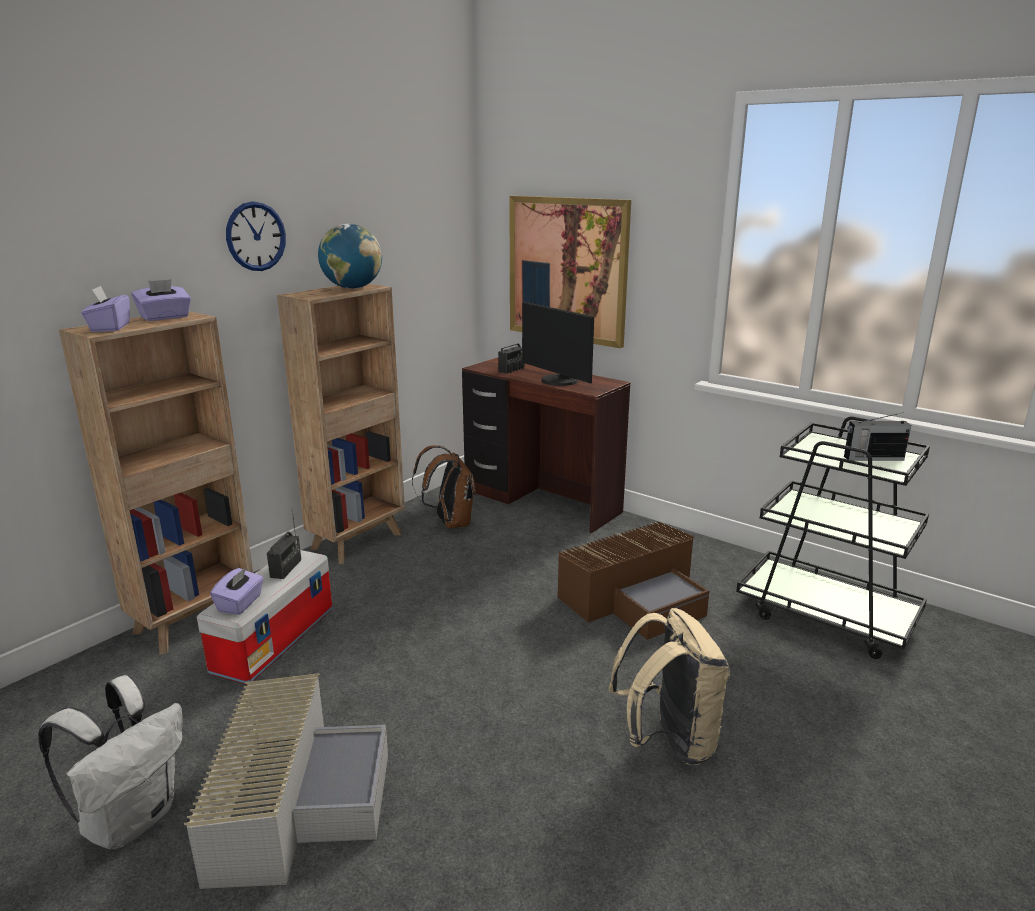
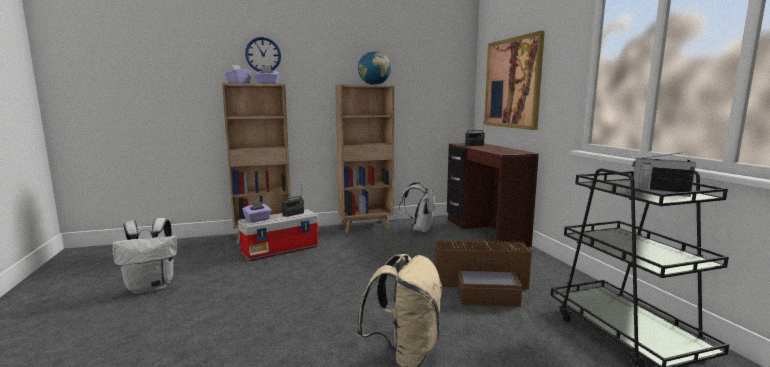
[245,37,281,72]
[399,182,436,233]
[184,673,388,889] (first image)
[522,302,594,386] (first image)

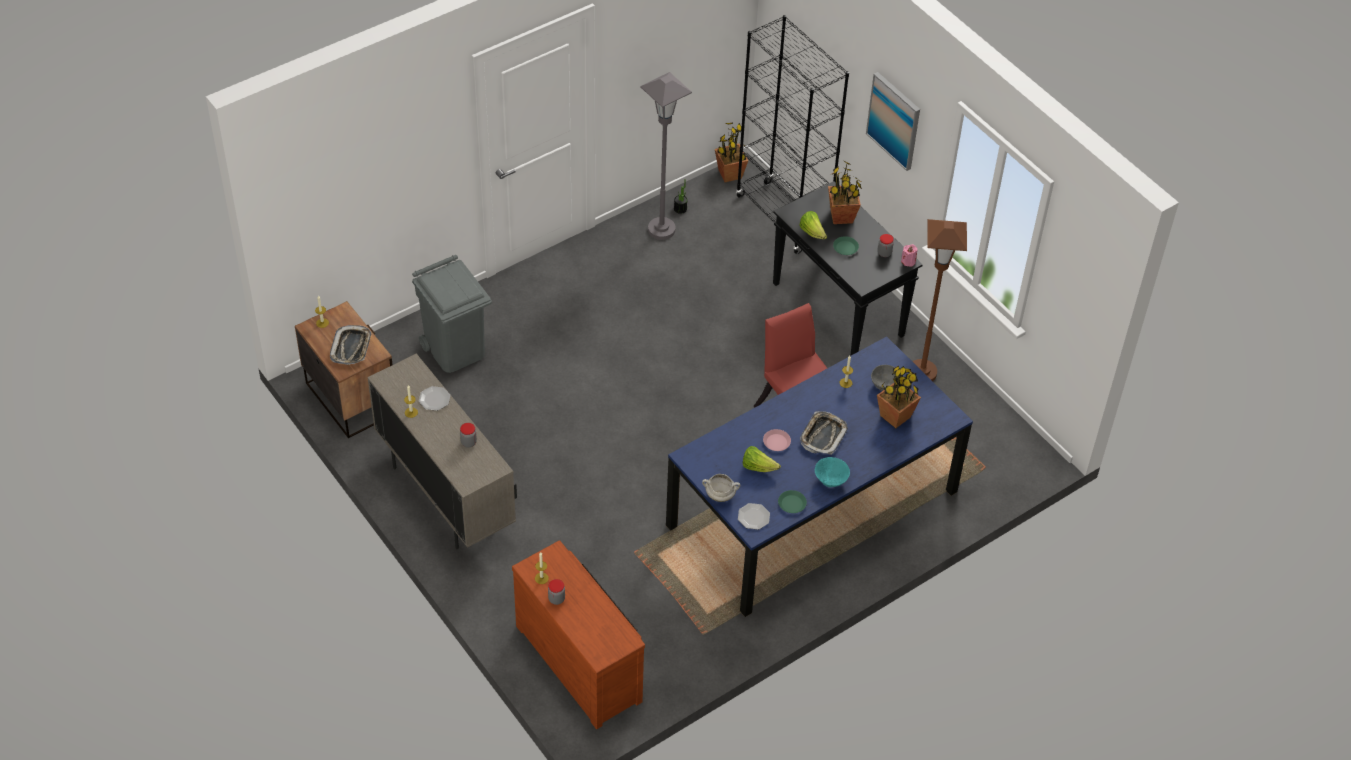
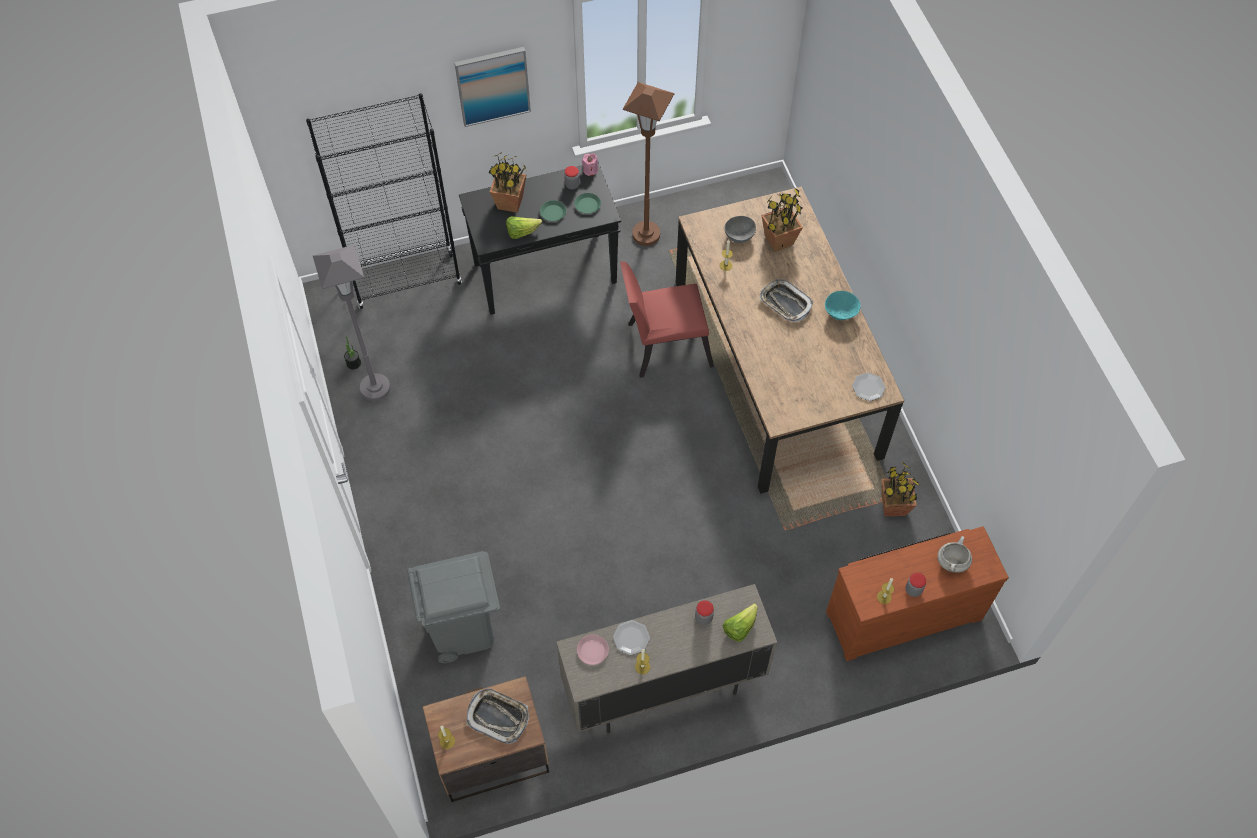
[575,193,601,214]
[577,635,609,665]
[676,187,905,494]
[723,603,758,642]
[882,462,920,516]
[938,536,972,573]

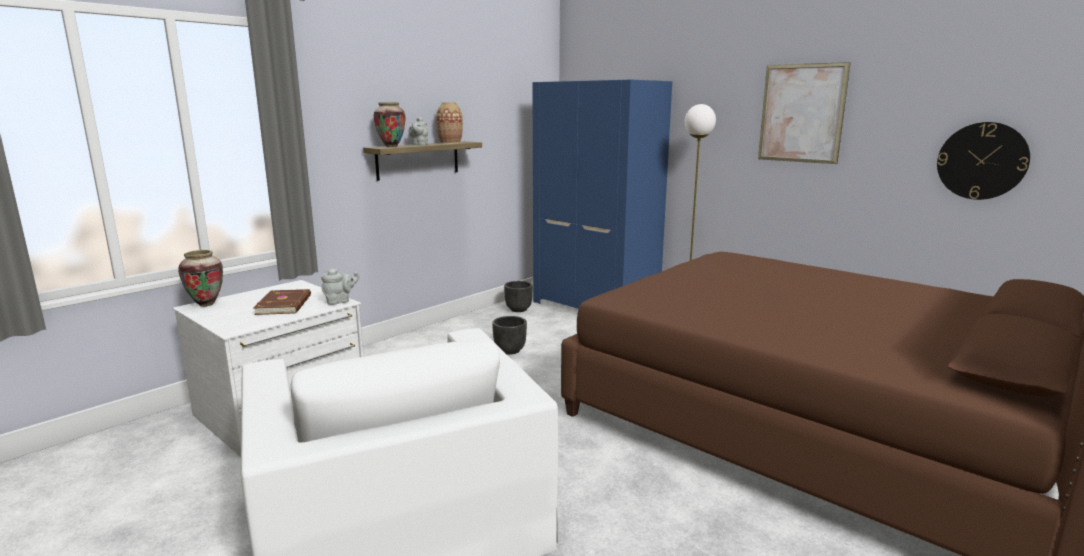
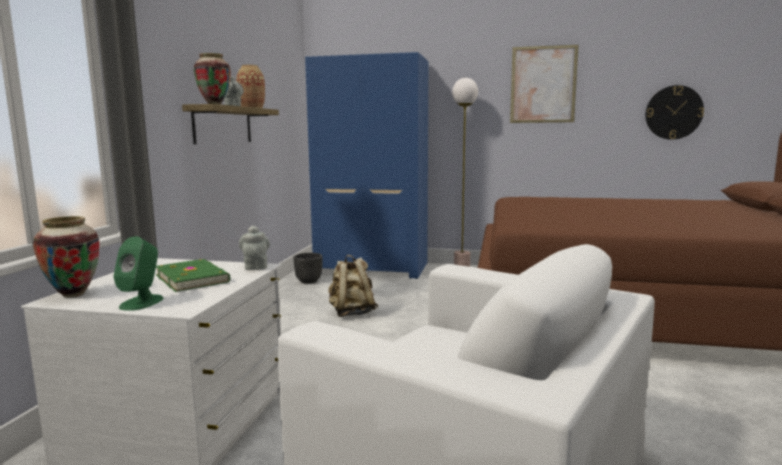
[113,237,163,311]
[156,259,230,292]
[239,226,270,270]
[328,255,378,317]

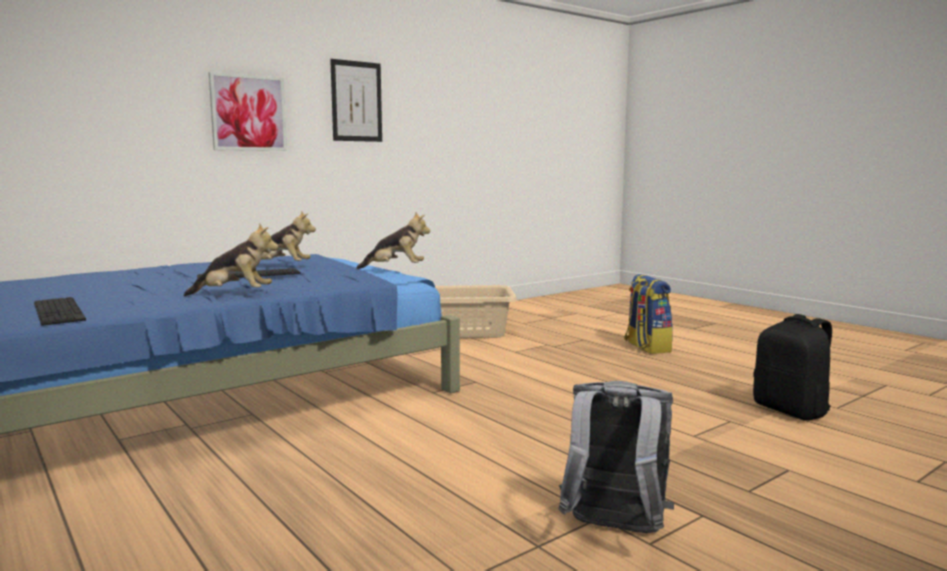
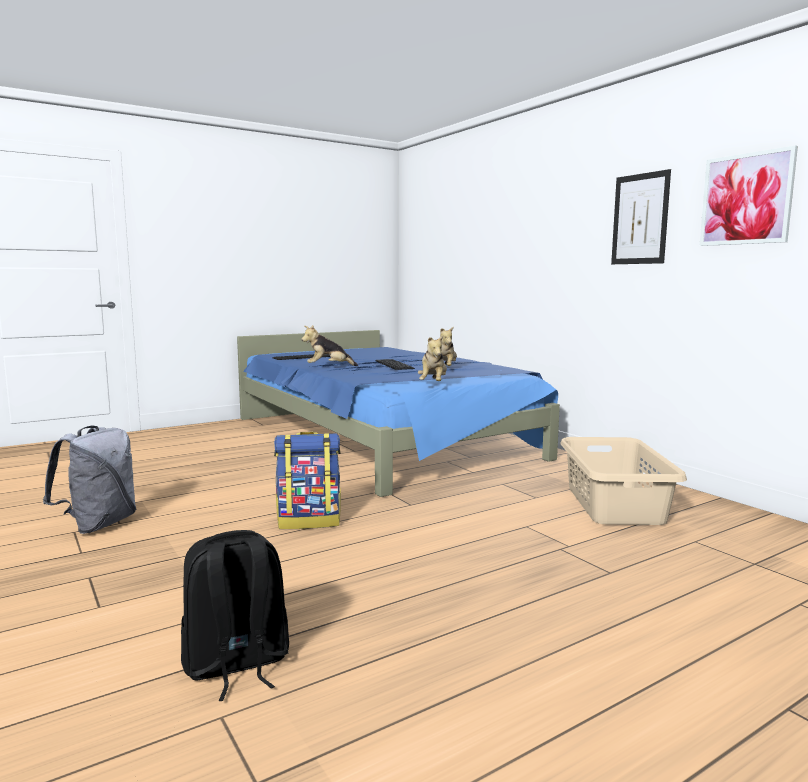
[274,432,341,529]
[302,325,358,366]
[700,145,798,246]

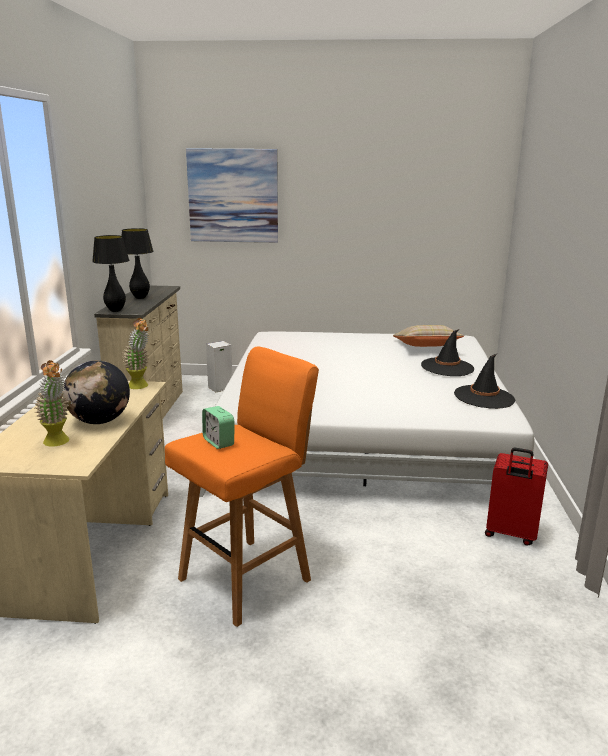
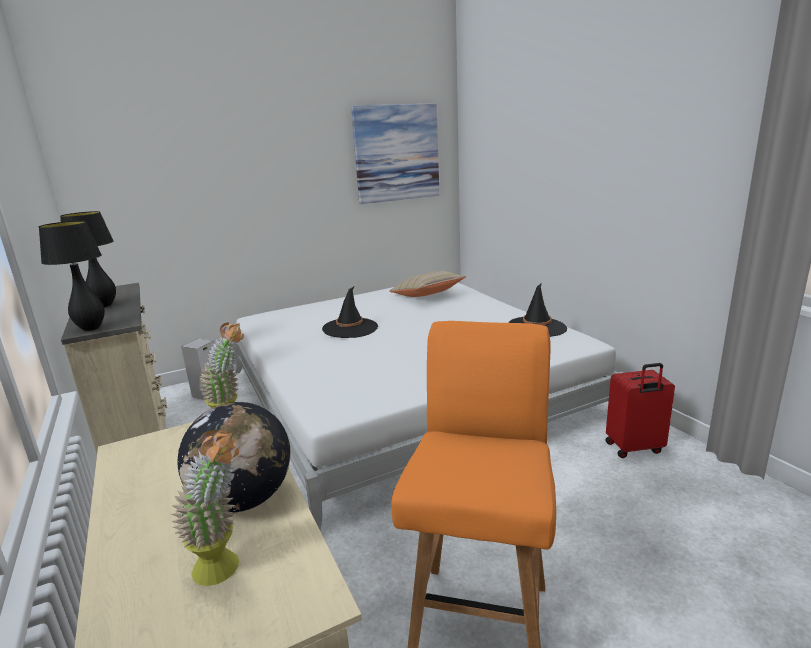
[322,286,378,338]
[351,103,439,204]
[202,406,234,449] (first image)

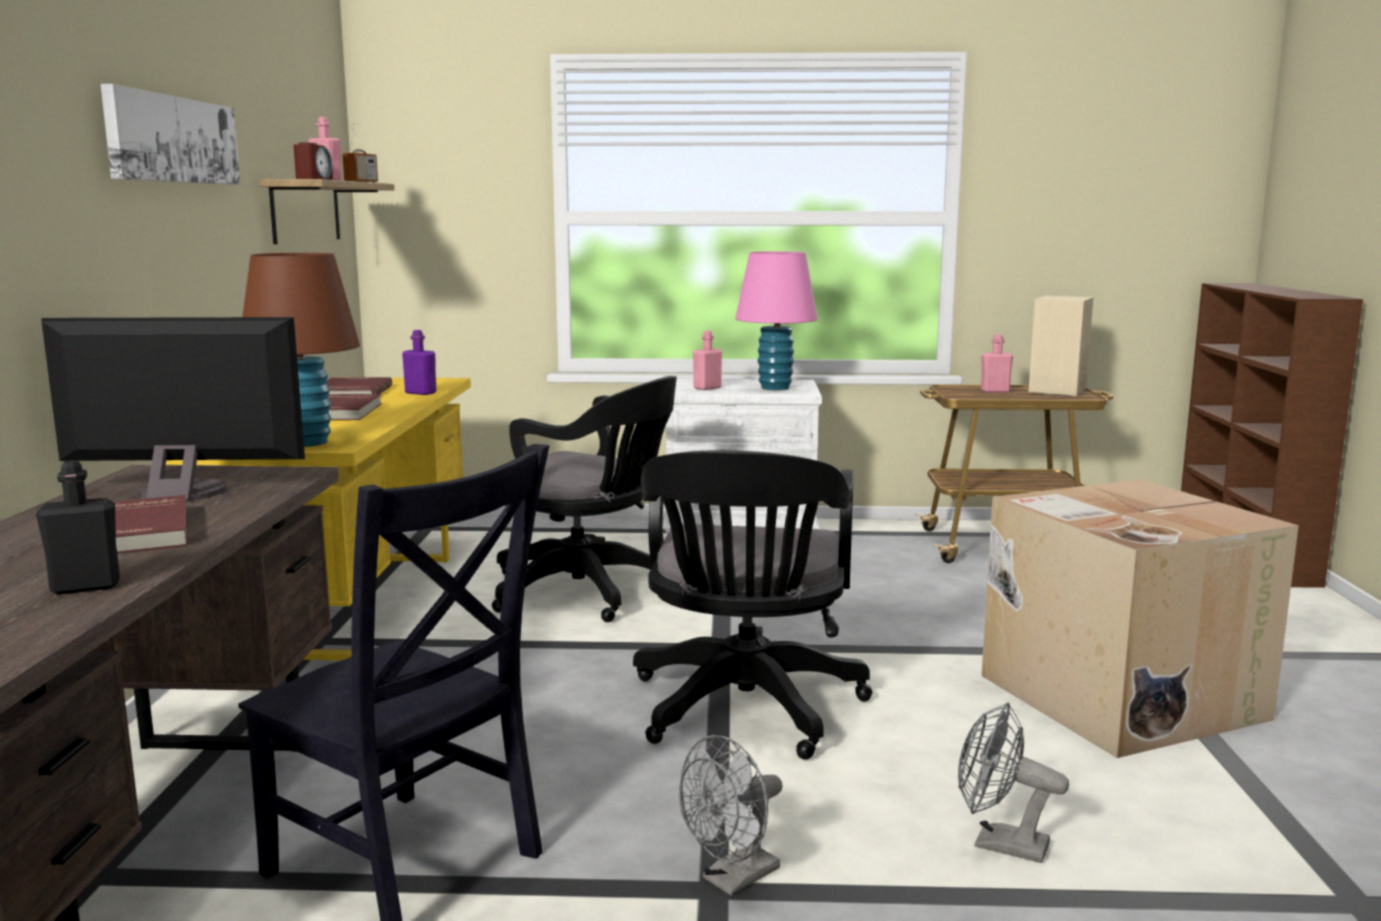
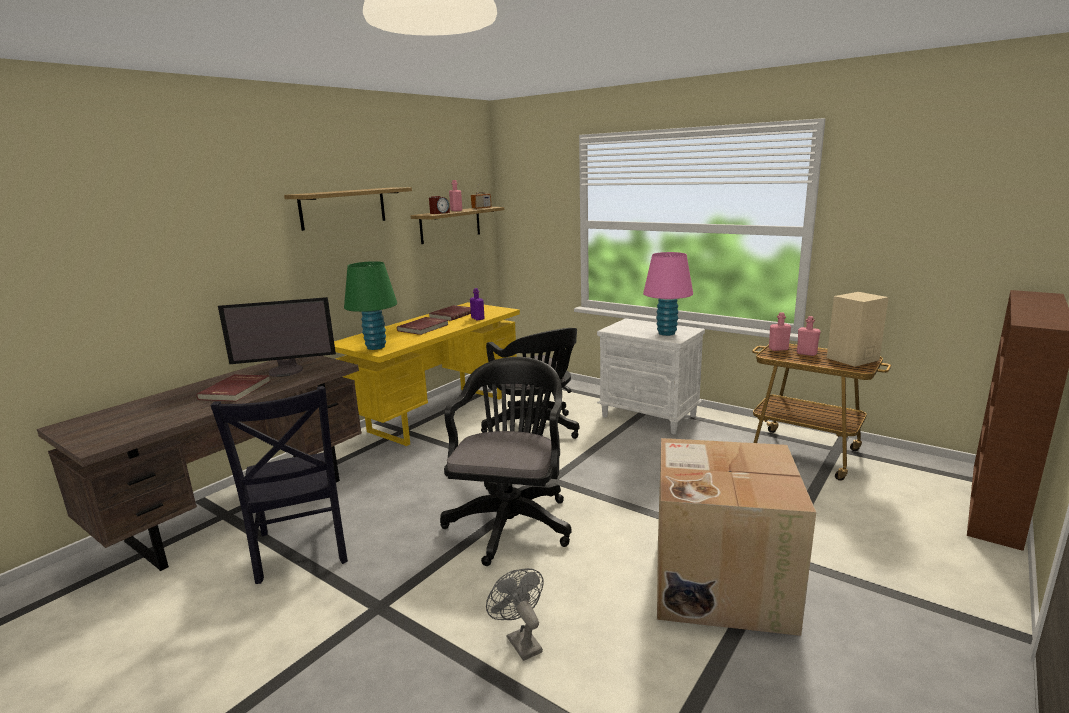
[218,297,336,377]
[284,187,412,231]
[344,261,397,350]
[440,357,572,566]
[769,312,791,351]
[36,460,120,595] (first image)
[679,735,783,895] (first image)

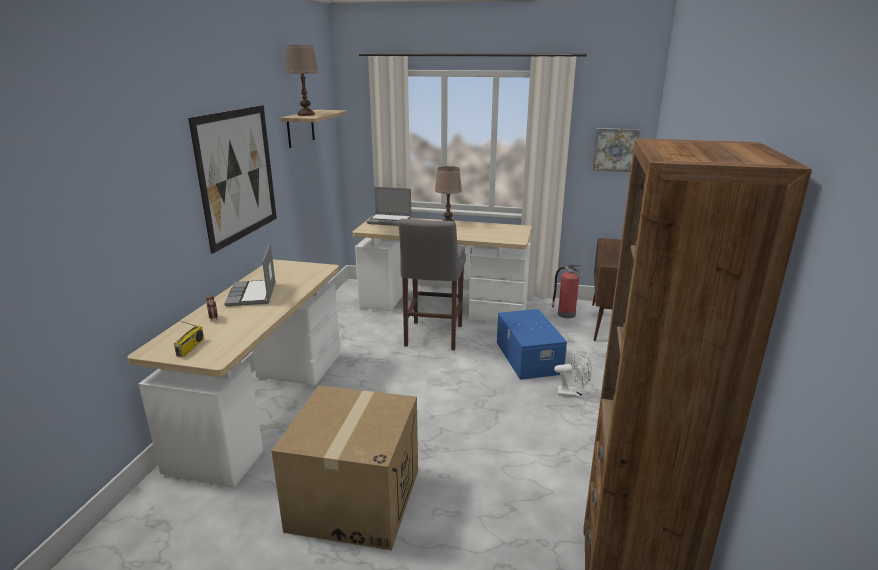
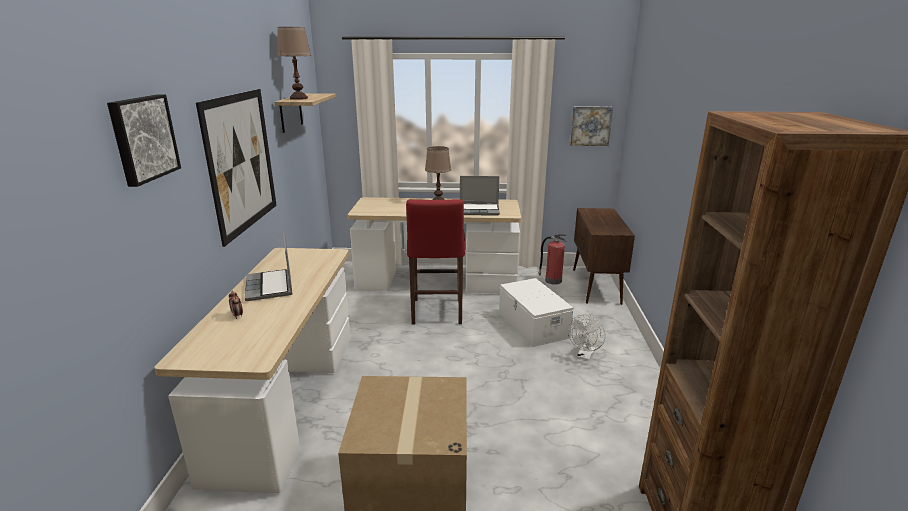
[107,94,181,187]
[406,199,465,325]
[460,176,500,216]
[499,278,573,347]
[568,314,606,361]
[174,319,204,357] (first image)

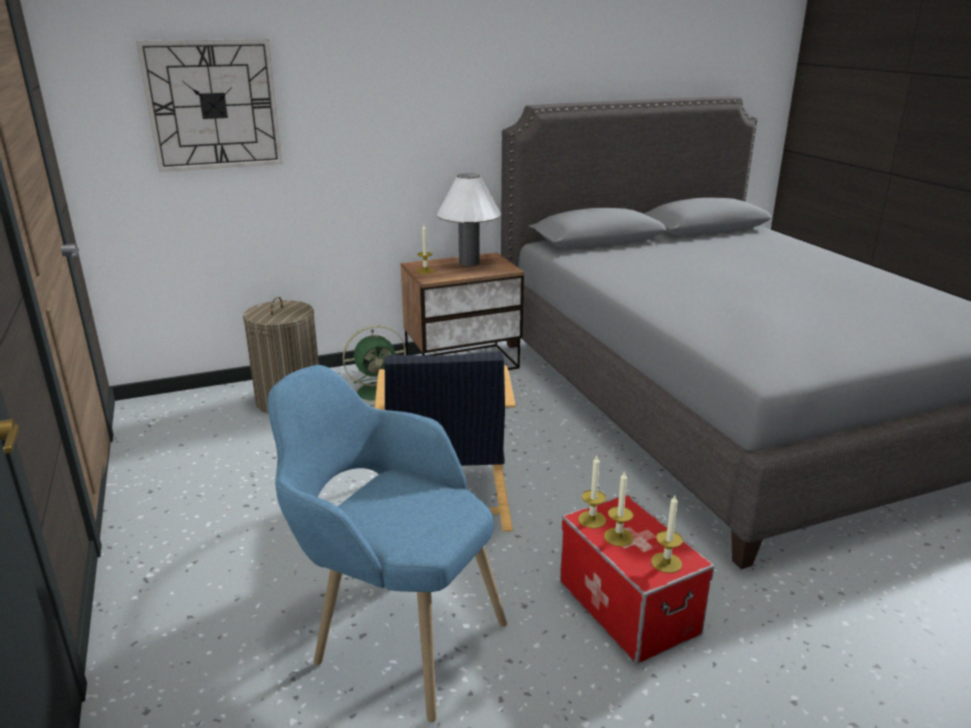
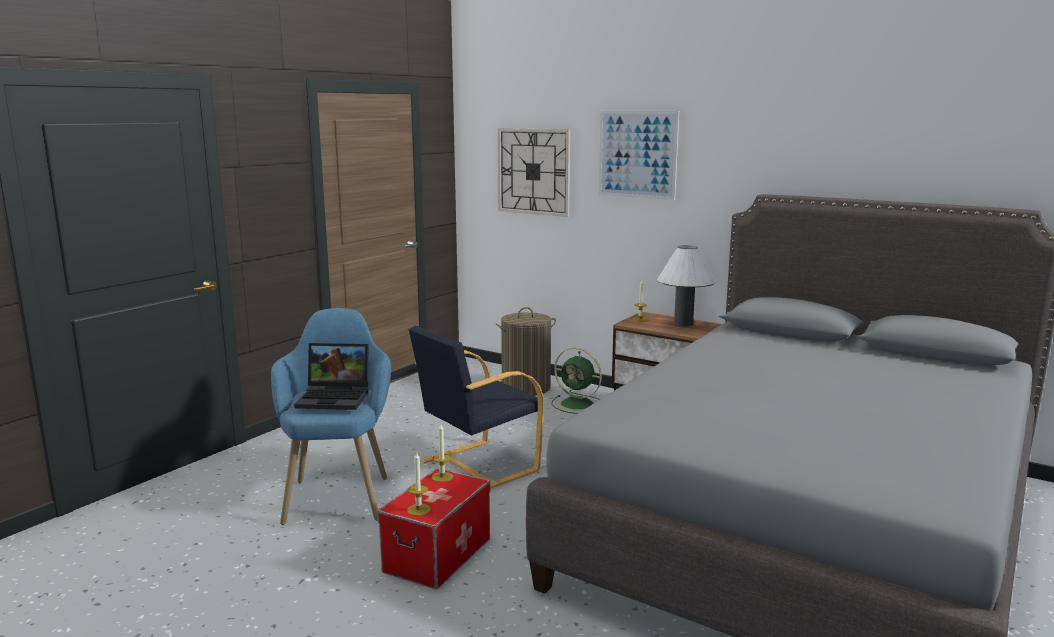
[294,343,369,410]
[599,111,679,200]
[604,470,633,546] (first image)

